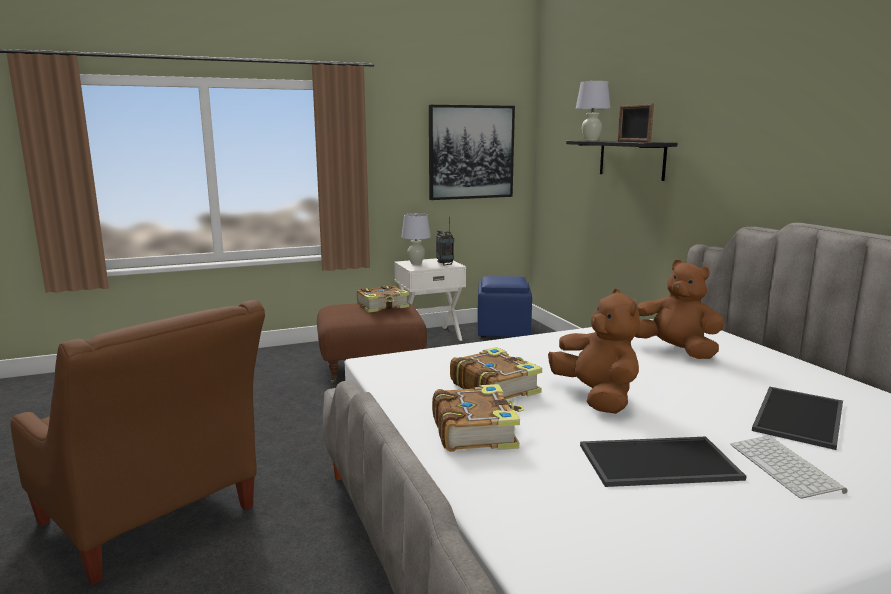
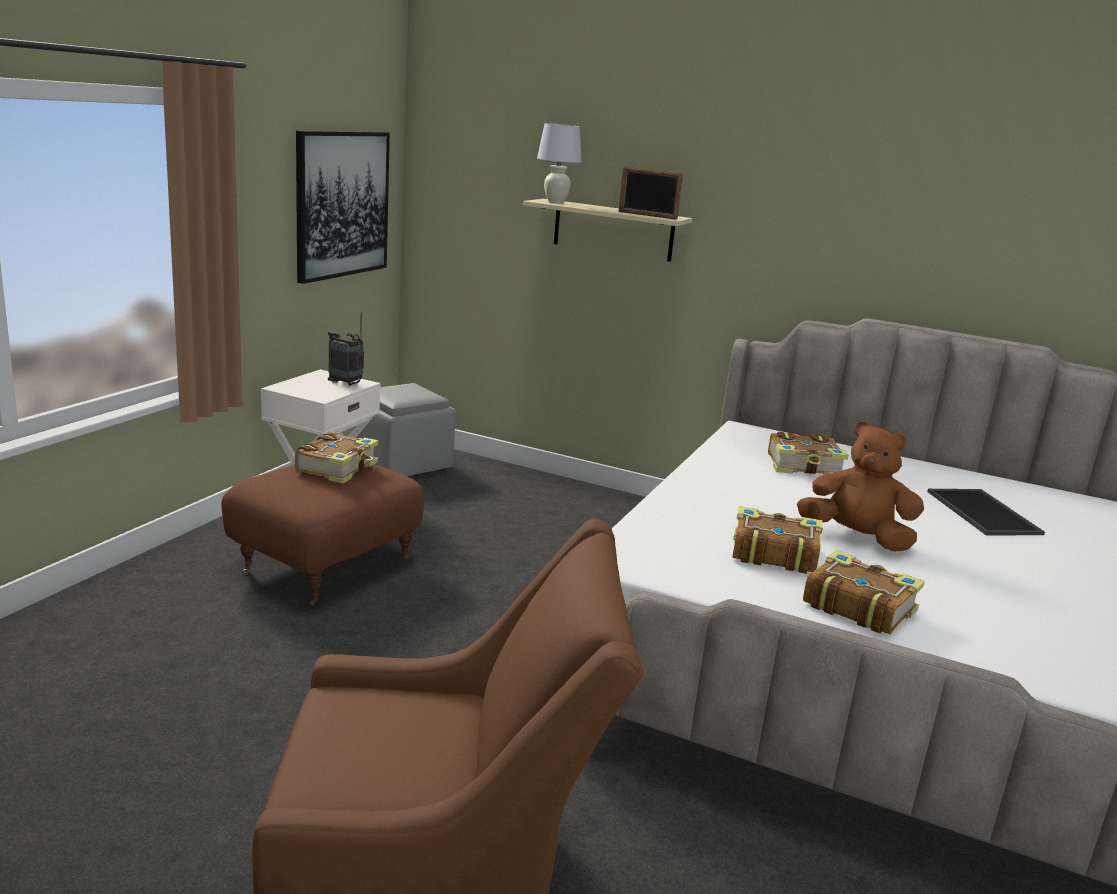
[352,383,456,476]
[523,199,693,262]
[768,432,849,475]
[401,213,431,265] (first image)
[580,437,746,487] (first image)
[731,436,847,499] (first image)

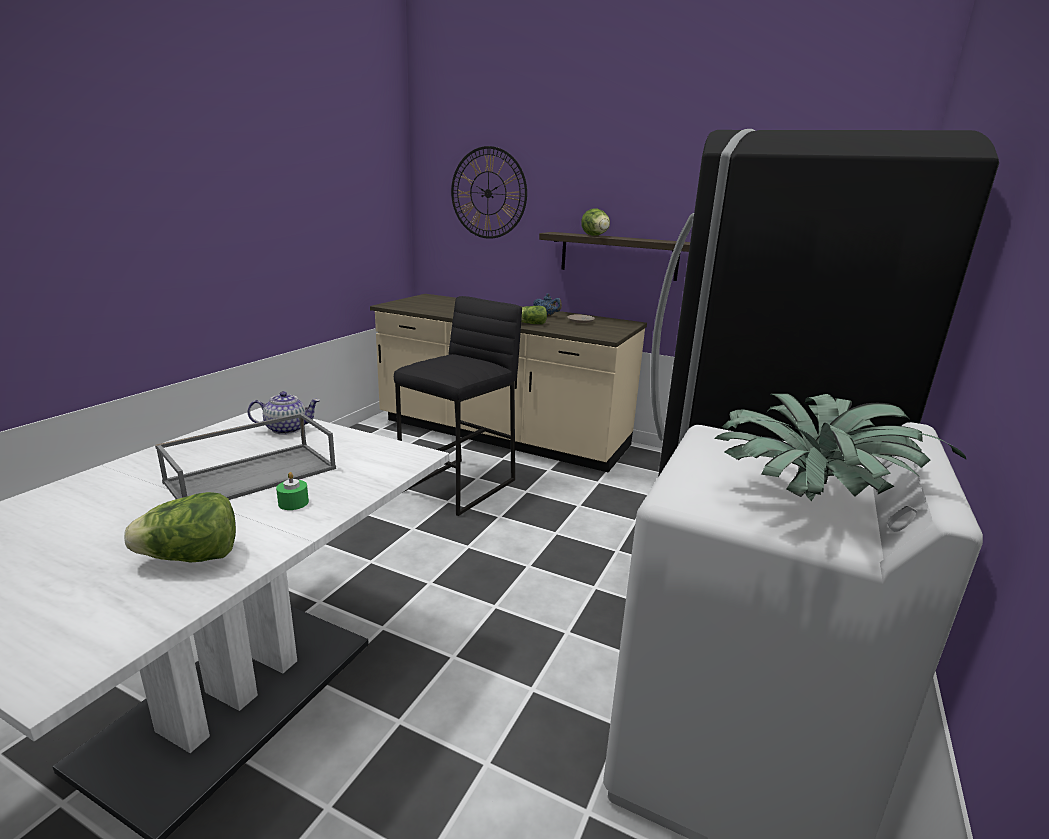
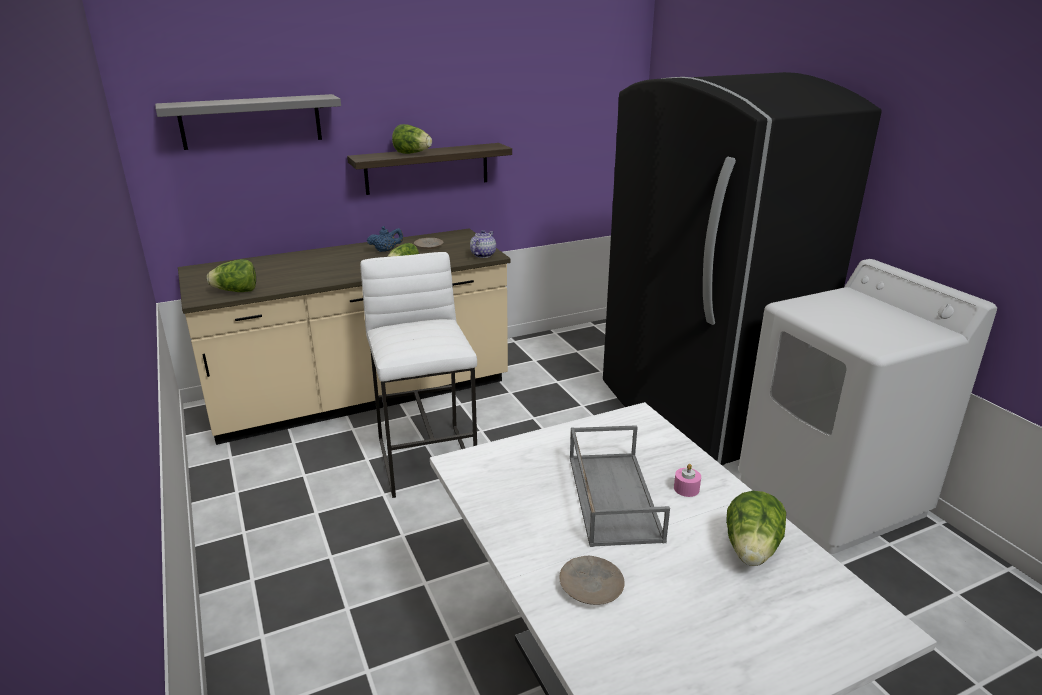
[155,94,341,150]
[207,259,256,292]
[360,252,477,498]
[470,230,496,258]
[559,555,625,605]
[674,464,701,497]
[714,394,967,501] (first image)

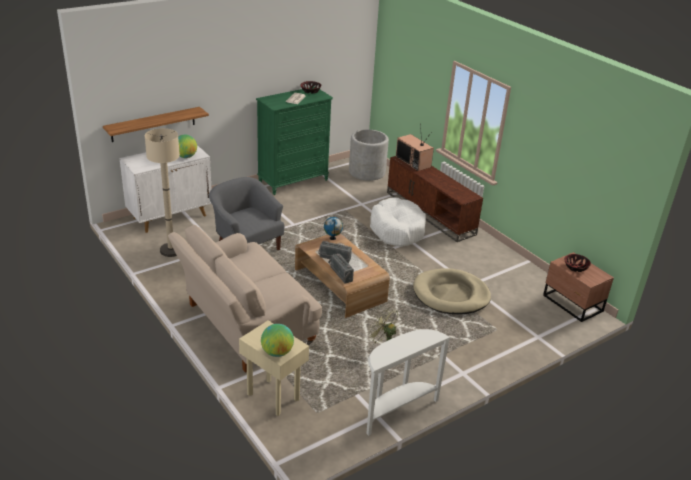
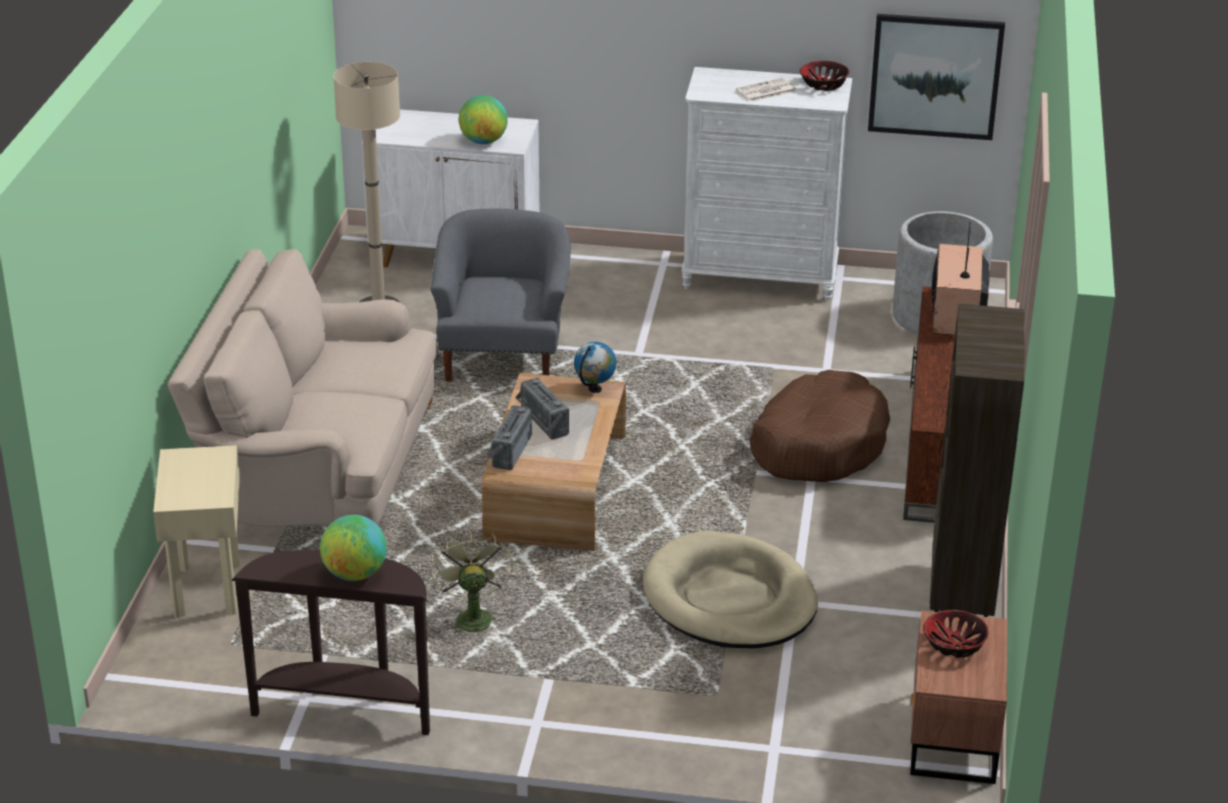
[232,550,430,735]
[320,515,387,581]
[682,67,852,301]
[750,370,890,482]
[868,14,1005,140]
[930,304,1024,617]
[103,107,209,142] (first image)

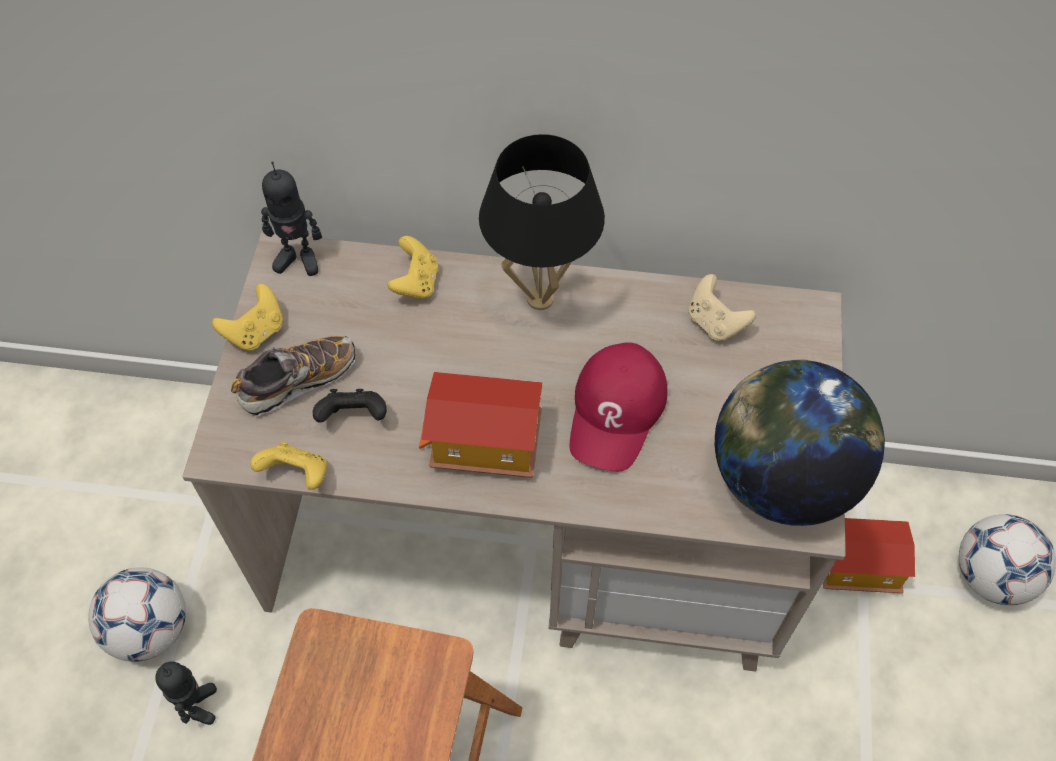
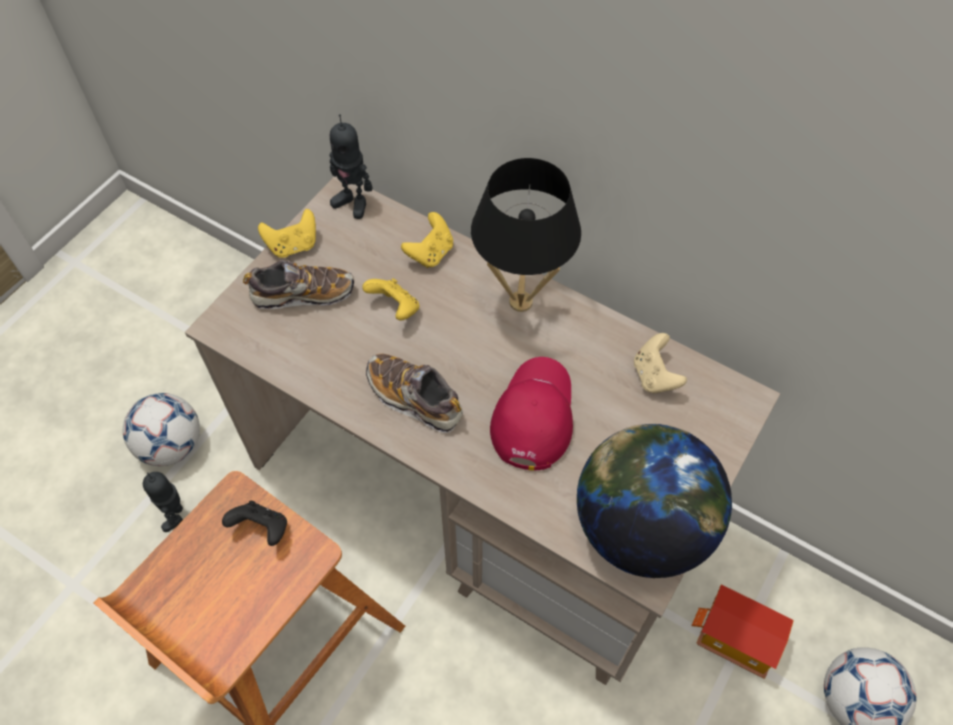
[143,472,183,532]
[222,501,287,546]
[362,278,419,320]
[366,353,463,433]
[490,357,573,471]

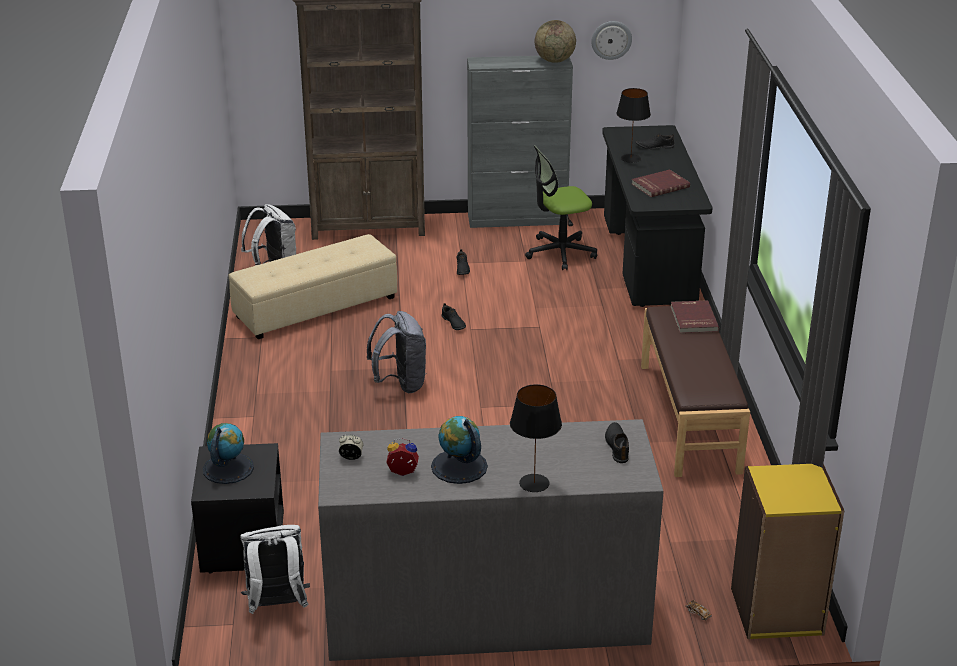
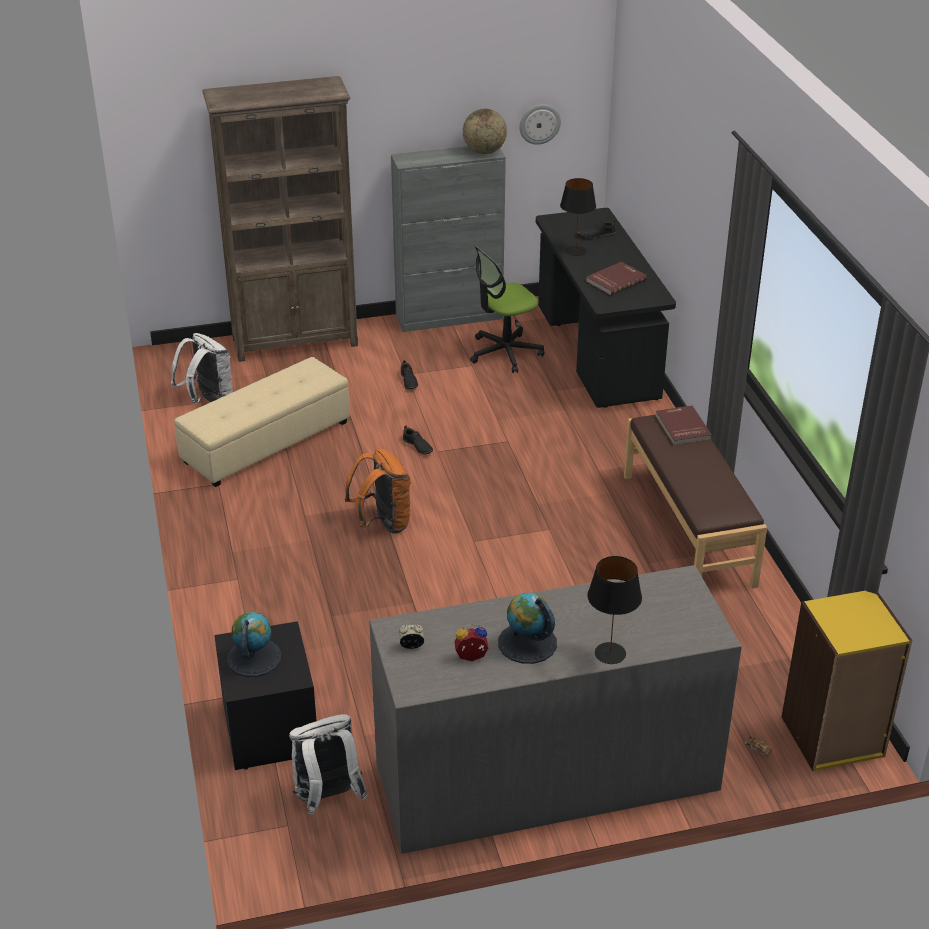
[345,448,411,534]
[605,422,629,463] (first image)

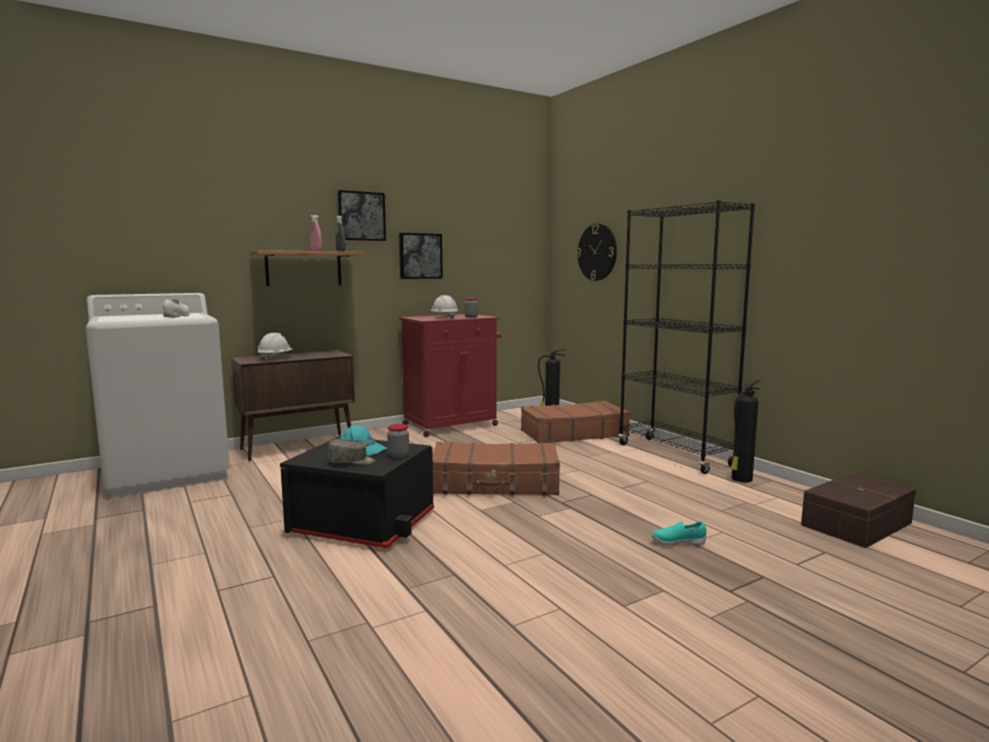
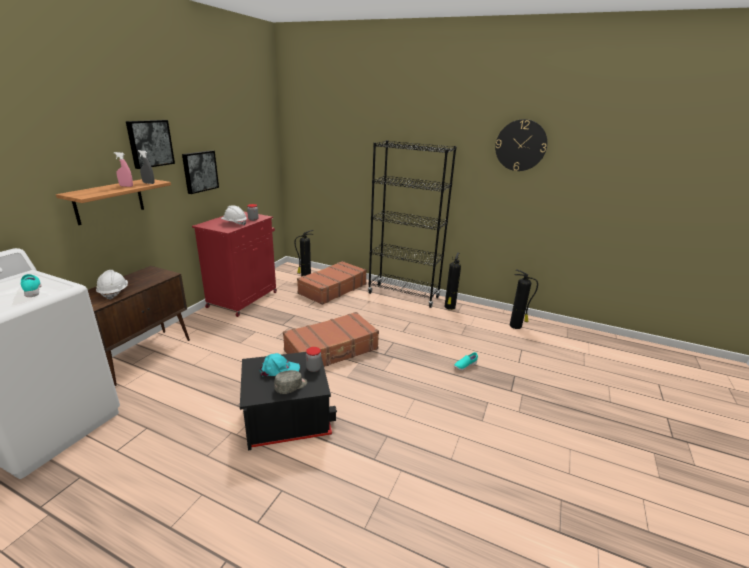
[21,274,42,297]
[495,119,547,171]
[510,269,538,329]

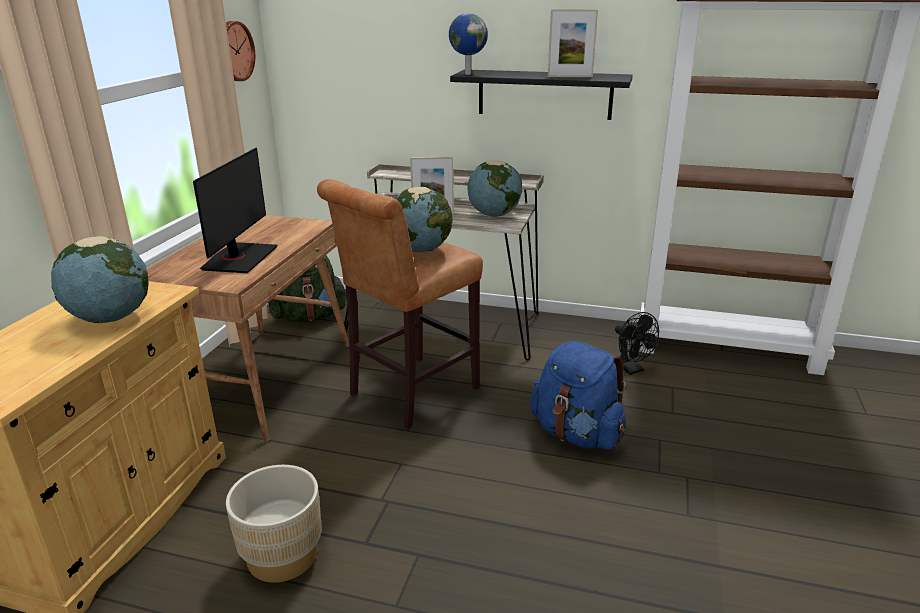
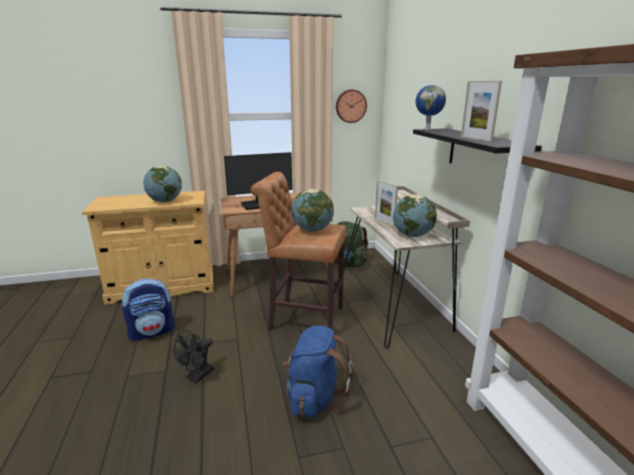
[122,278,175,341]
[174,330,215,383]

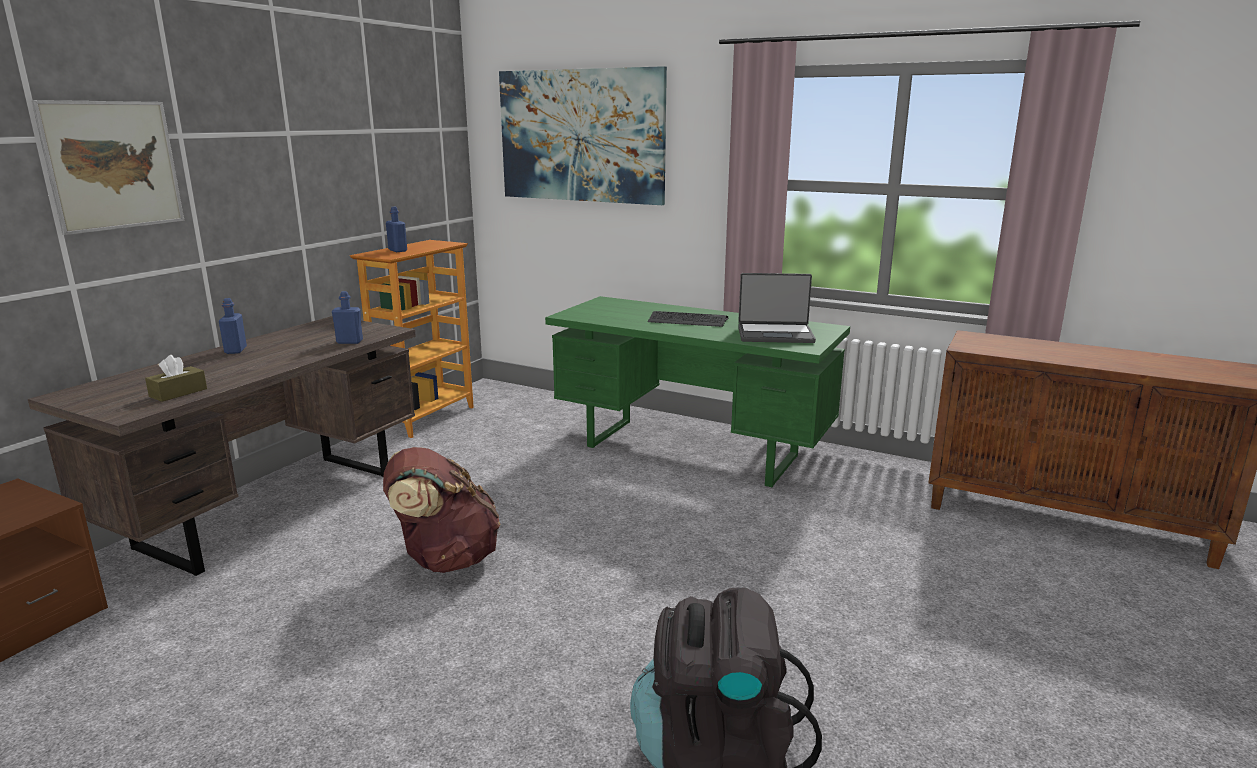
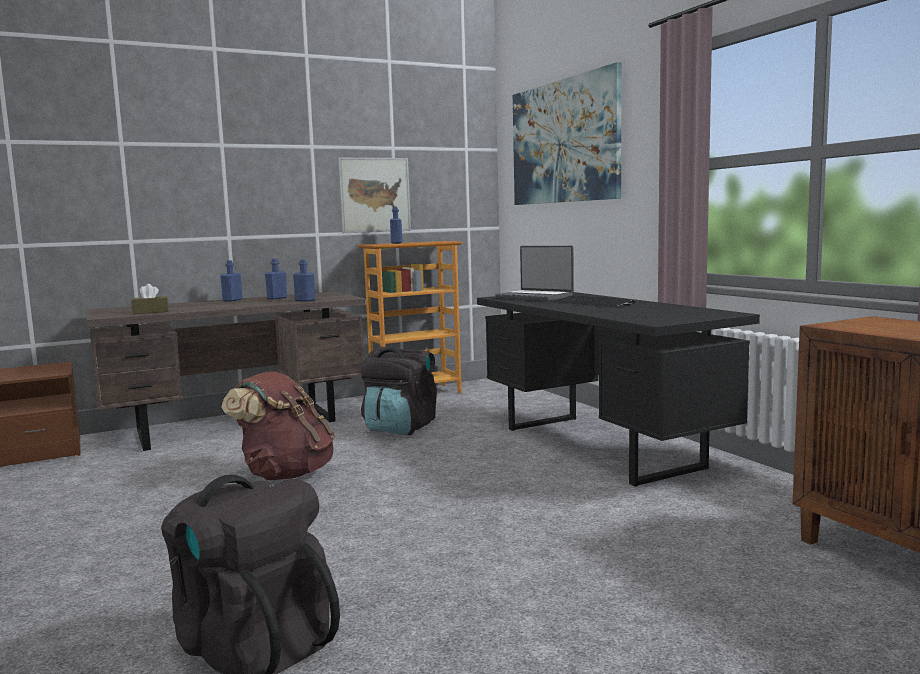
[265,258,287,300]
[338,157,411,233]
[361,347,437,435]
[477,292,760,487]
[495,246,574,301]

